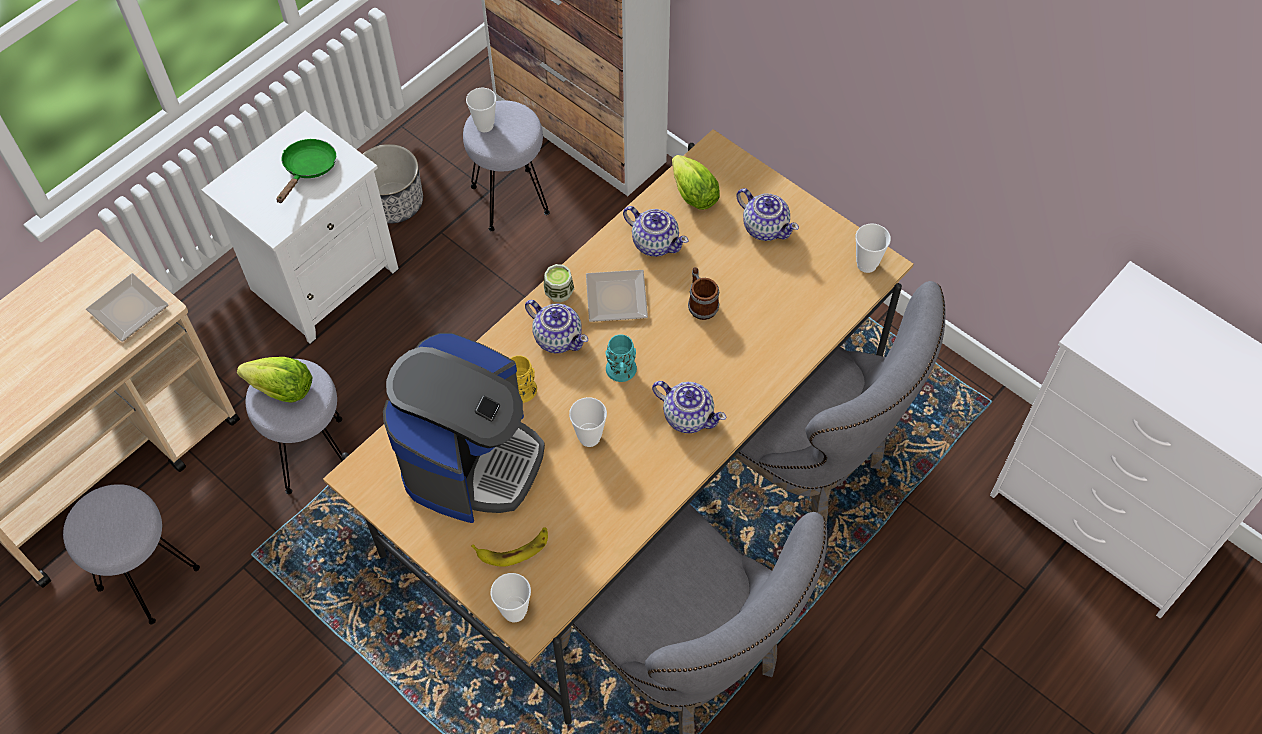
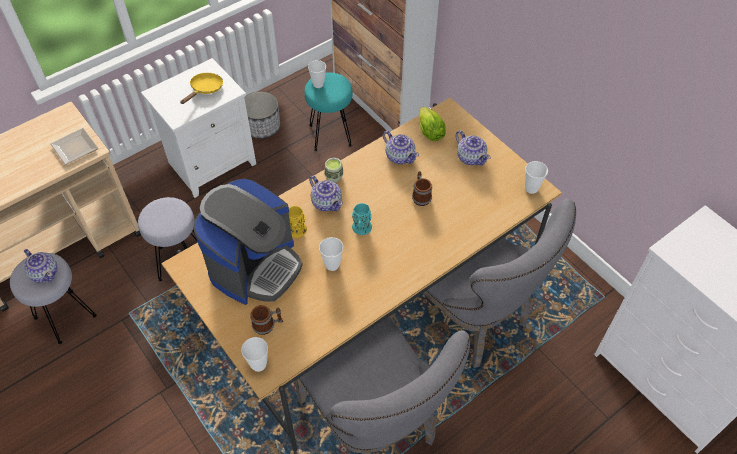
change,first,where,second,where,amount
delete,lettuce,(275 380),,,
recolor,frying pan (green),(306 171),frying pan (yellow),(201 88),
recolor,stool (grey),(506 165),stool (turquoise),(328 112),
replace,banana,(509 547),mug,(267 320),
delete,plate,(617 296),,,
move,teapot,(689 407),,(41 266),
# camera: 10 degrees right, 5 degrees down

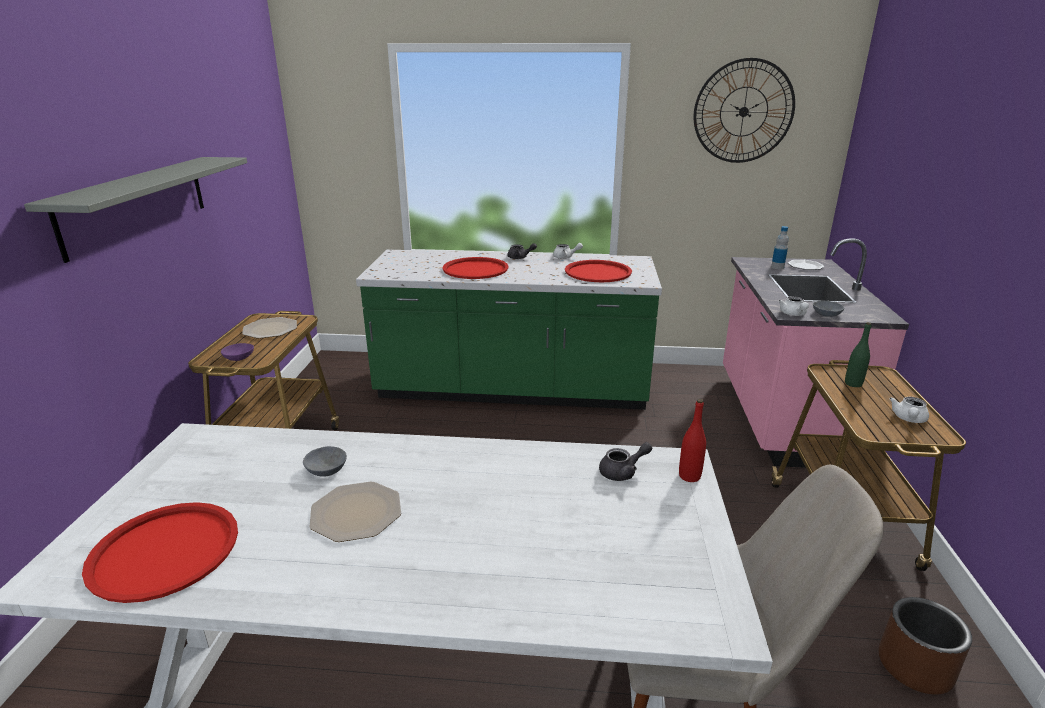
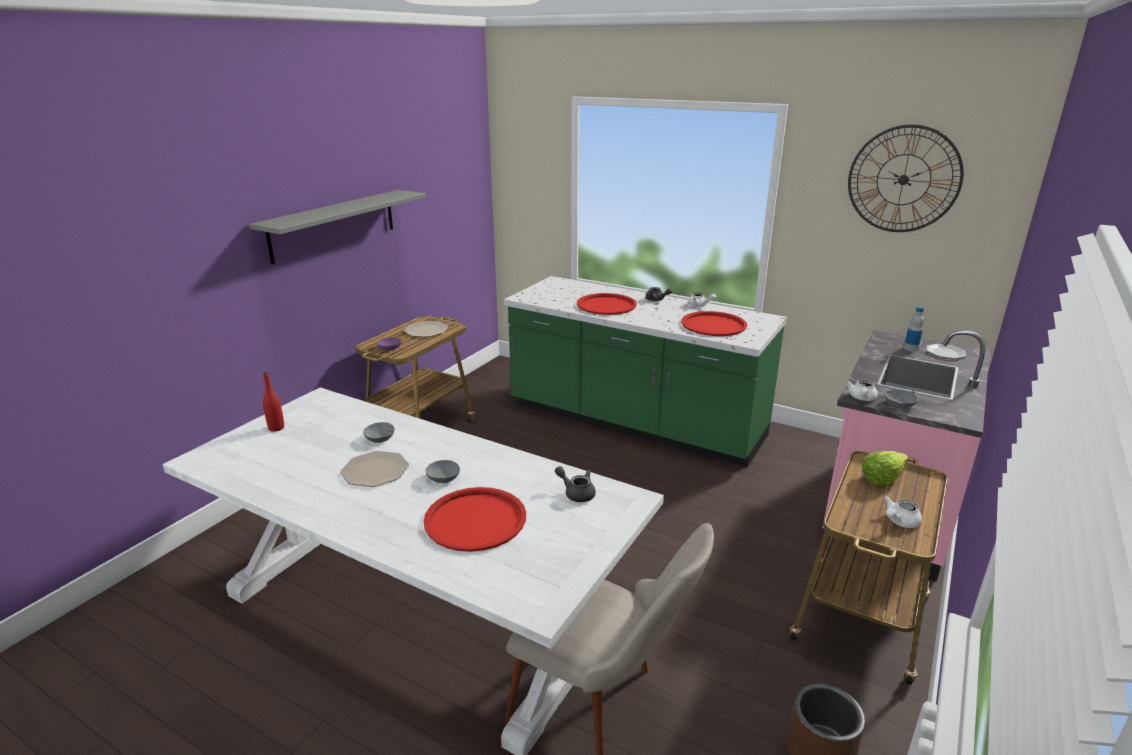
change,first,where,second,where,amount
move,tray (red),(160 552),,(474 519),
rotate,teapot (grey),(625 461),,(575 484),150 degrees counterclockwise
move,bottle (red),(692 440),,(273 402),
replace,bottle (green),(858 354),lettuce,(885 468),
insert,,,bowl (grey),(443 471),
# camera: 25 degrees right, 0 degrees up

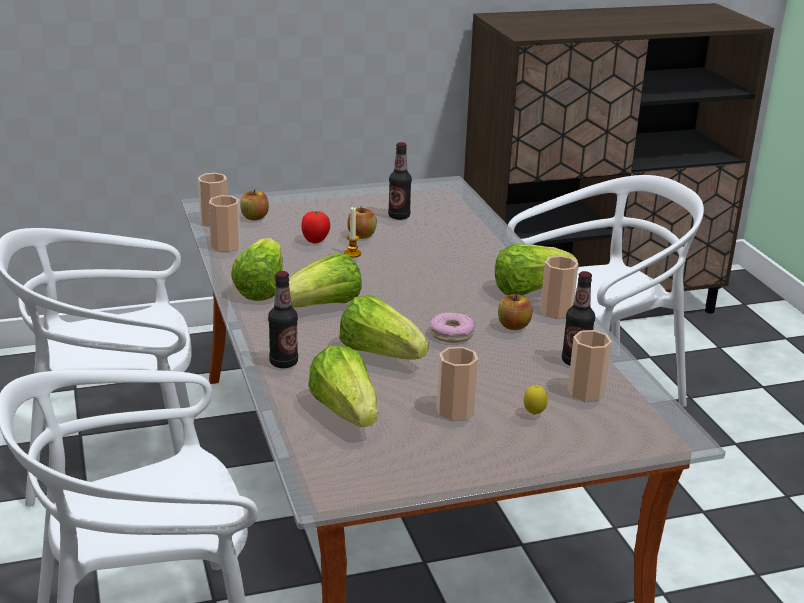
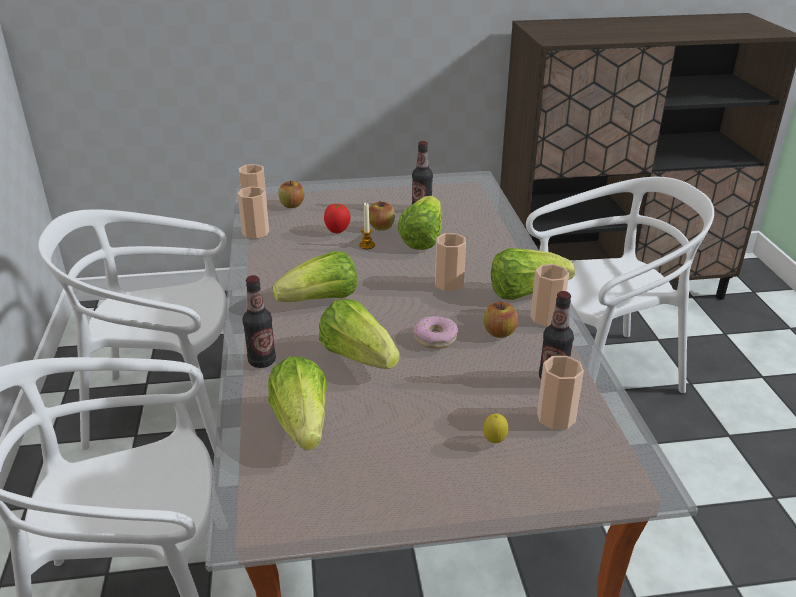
change,first,where,second,where,amount
move,lettuce,(257 269),,(420 223),
move,cup,(457 383),,(450 262),
# camera: 10 degrees right, 5 degrees up

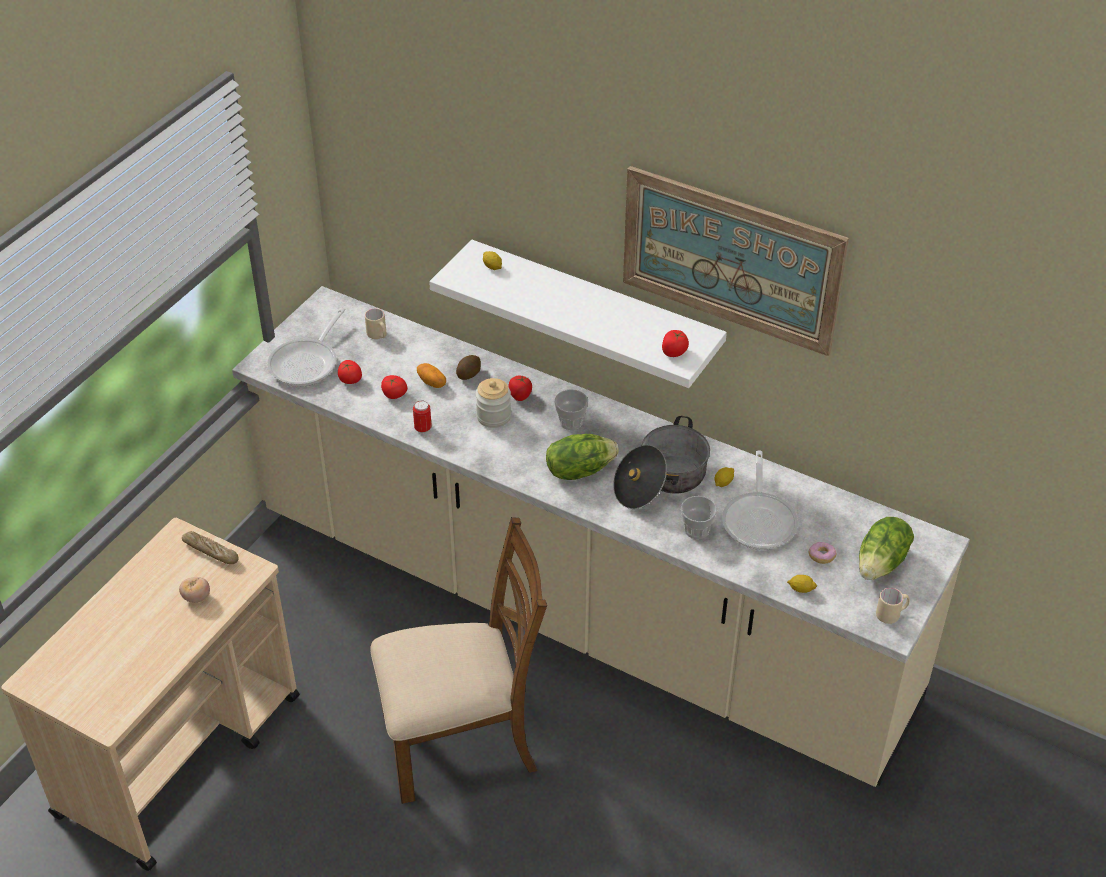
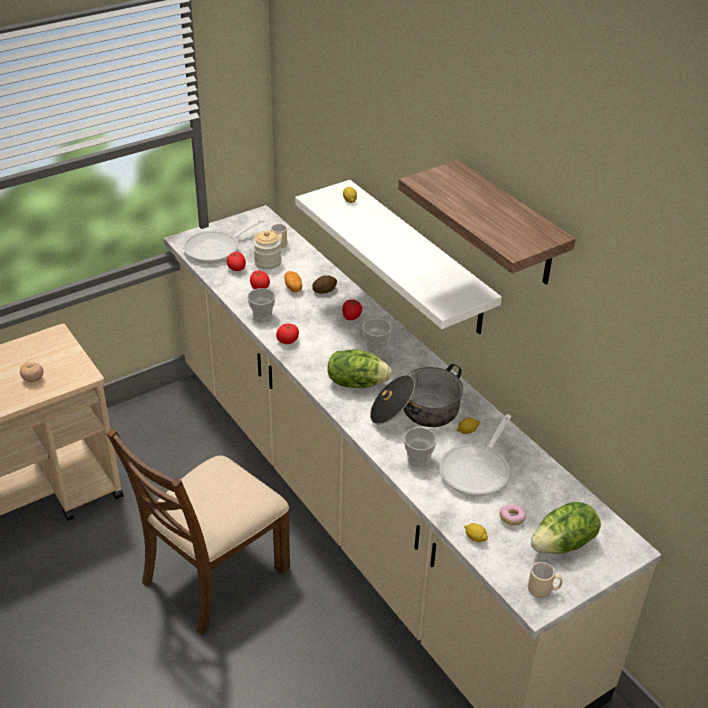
change,first,where,second,where,amount
delete,bread,(210 547),,,
rotate,chair (brown),(458 660),,(198 531),120 degrees clockwise
replace,can,(422 417),cup,(261 305),
move,jar,(493 403),,(267 250),
replace,picture,(736 261),shelf,(487 222),
move,tomato,(675 343),,(287 334),
# camera: 25 degrees right, 5 degrees down

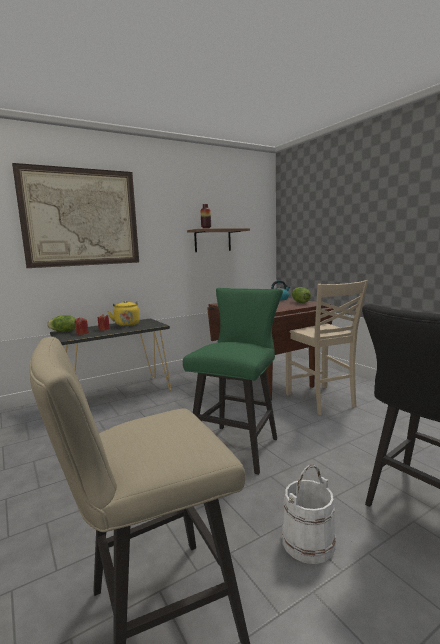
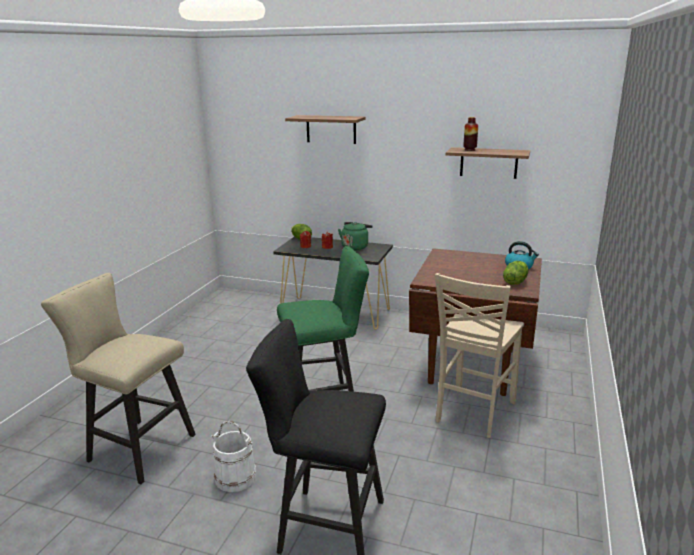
change,first,where,second,where,amount
replace,picture,(75 215),shelf,(325 129),
recolor,kettle (yellow),(124 313),kettle (green),(355 236),
# camera: 50 degrees right, 10 degrees up

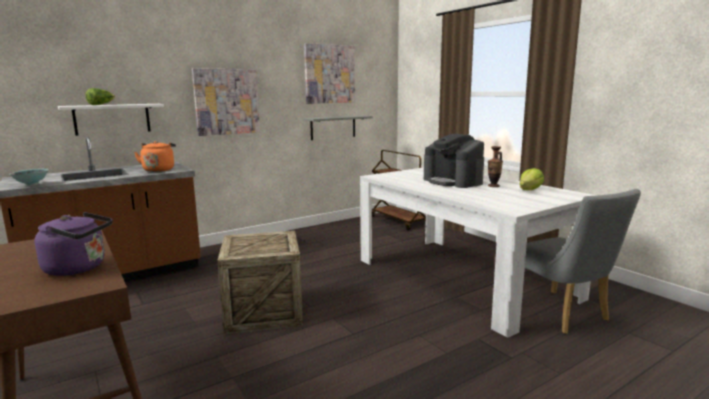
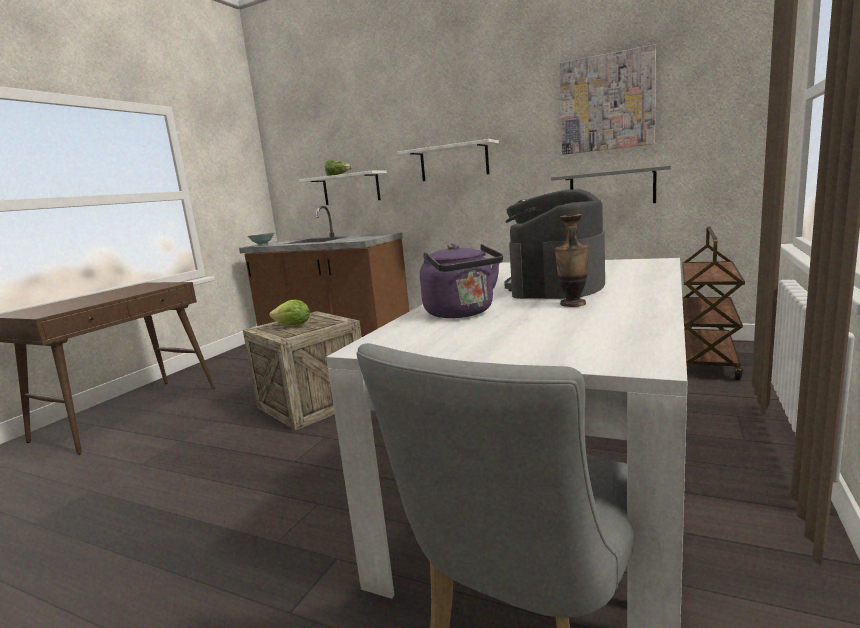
change,first,where,second,where,amount
move,kettle (purple),(73 244),,(461 280),
delete,kettle (orange),(155 156),,,
replace,picture,(226 102),shelf (white),(448 160),
move,lettuce,(531 179),,(289 313),
# camera: 60 degrees right, 0 degrees up

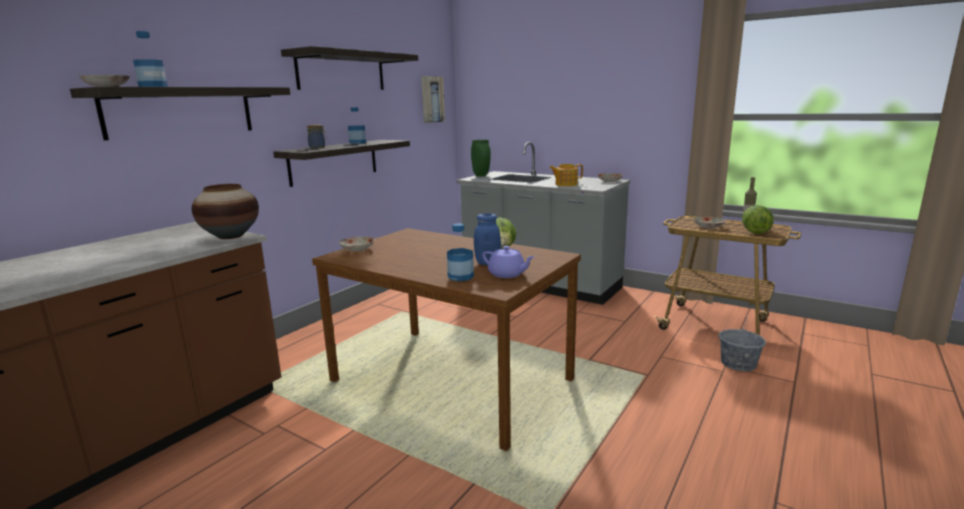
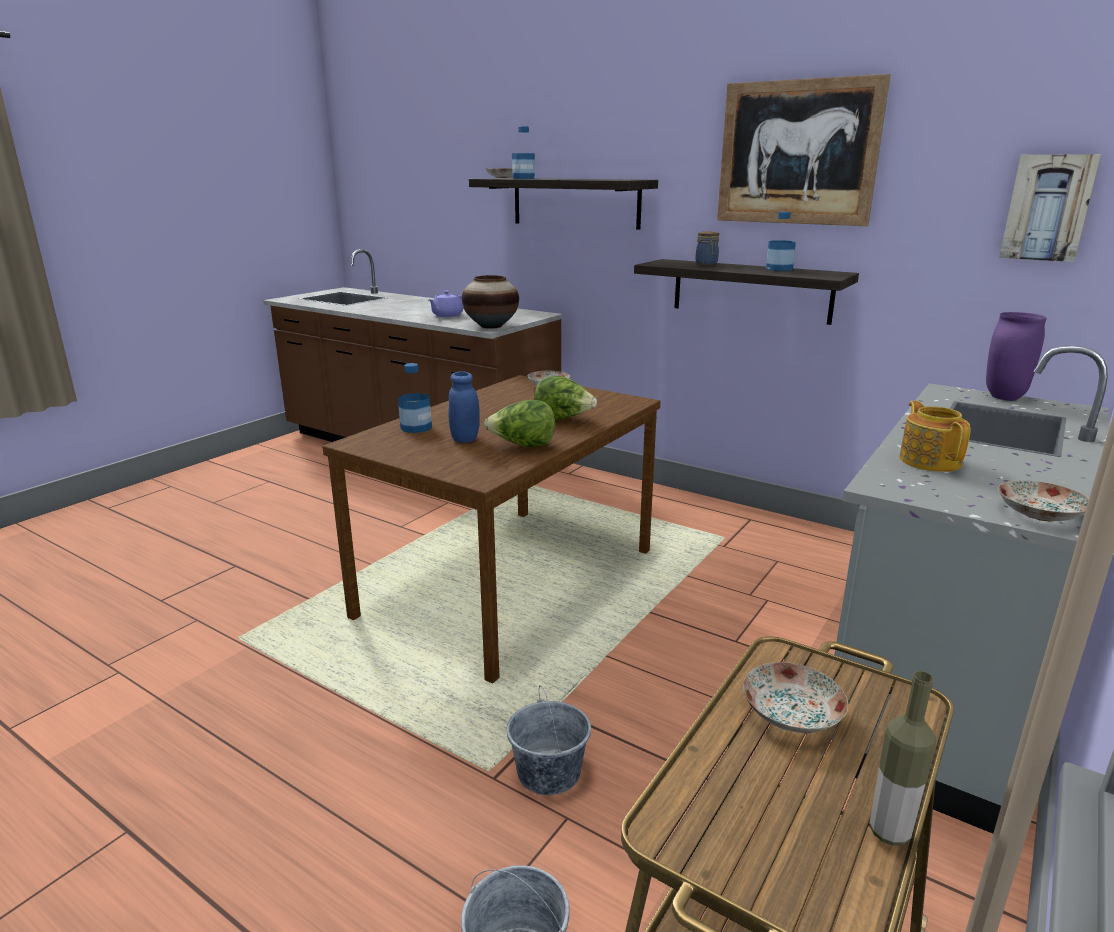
change,first,where,second,where,amount
replace,shelf,(349 68),picture,(804 150),
recolor,vase (green),(481 158),vase (purple),(1016 356),
move,teapot (purple),(508 262),,(446 304),
move,lettuce,(757 219),,(565 398),
insert,,,bucket (grey),(548 740),
# camera: 90 degrees right, 5 degrees up

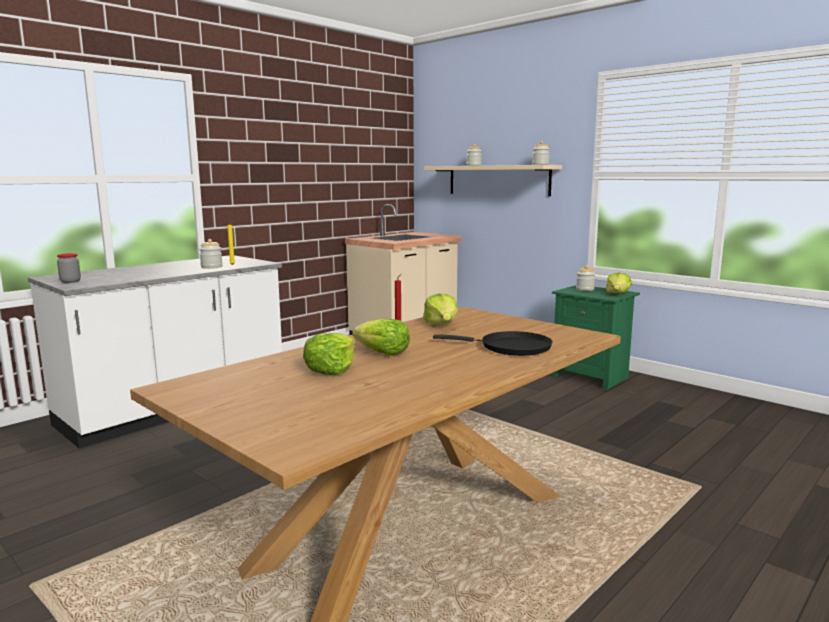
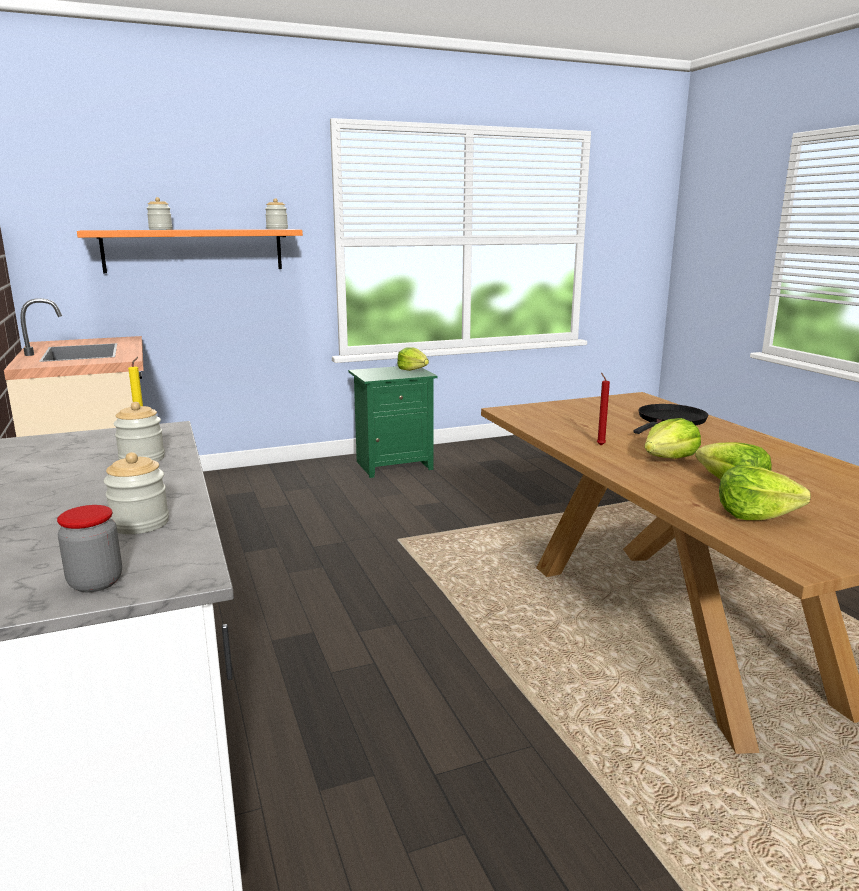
change,first,where,second,where,amount
move,lettuce,(440 309),,(765 492),
recolor,shelf (beige),(493 180),shelf (orange),(190 251),
move,jar,(585 278),,(136 493),
# camera: 65 degrees left, 5 degrees up

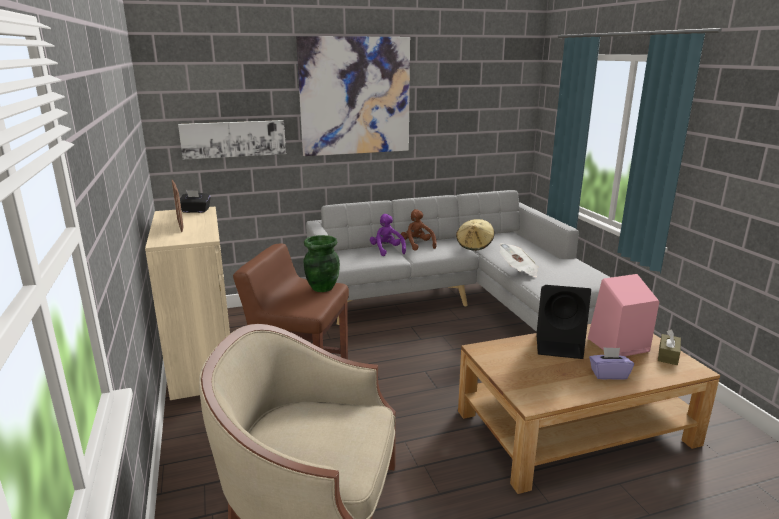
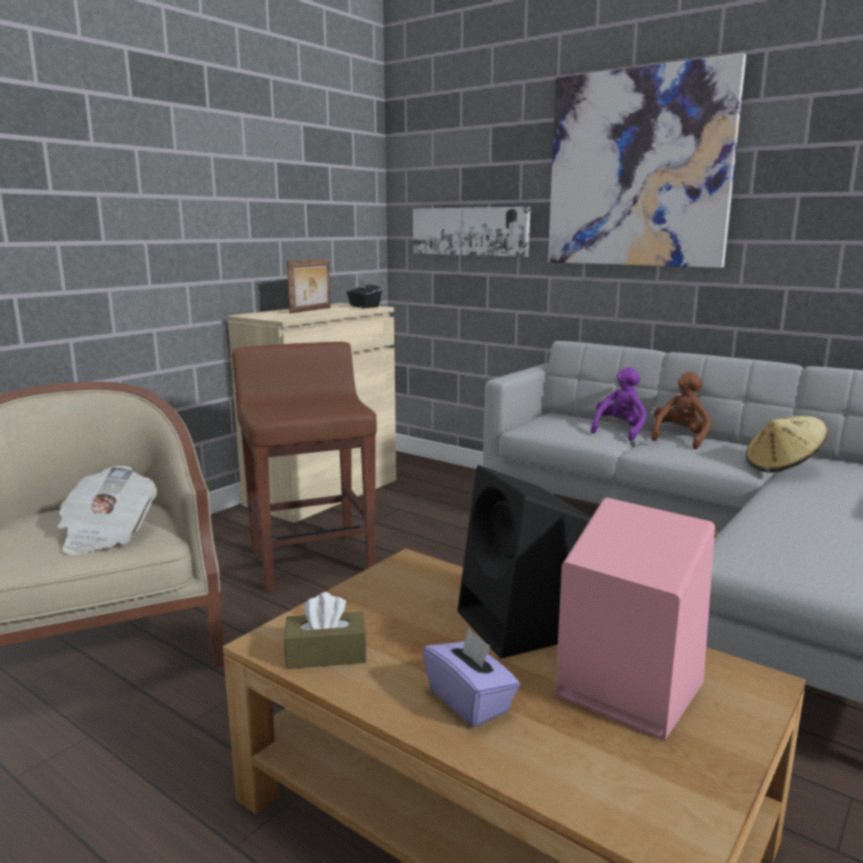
change,first,where,second,where,amount
delete,vase (green),(321 263),,,
move,newspaper,(519 260),,(107 510),
move,tissue box (brown),(669 347),,(325 630),
# camera: 55 degrees right, 5 degrees down

